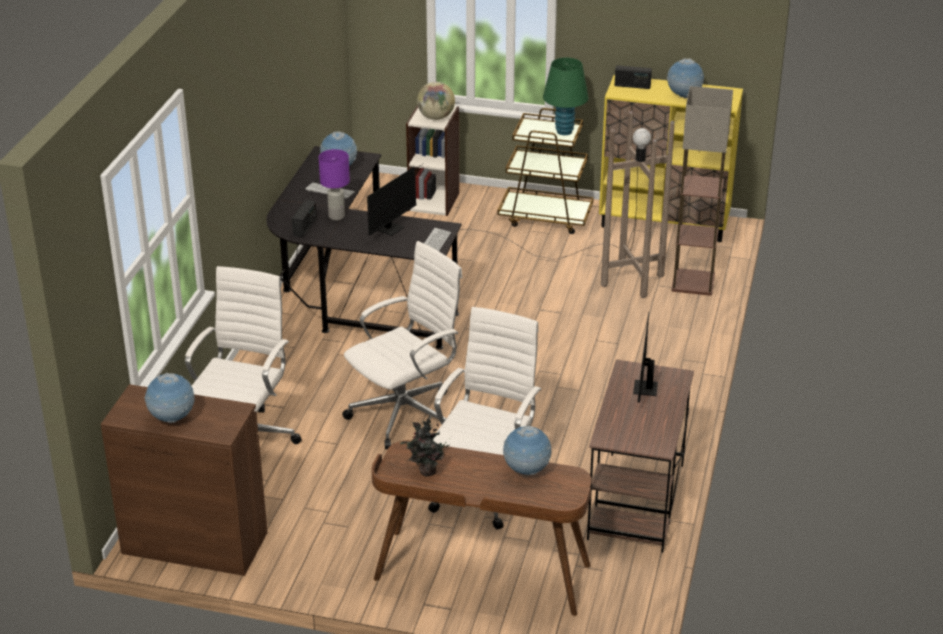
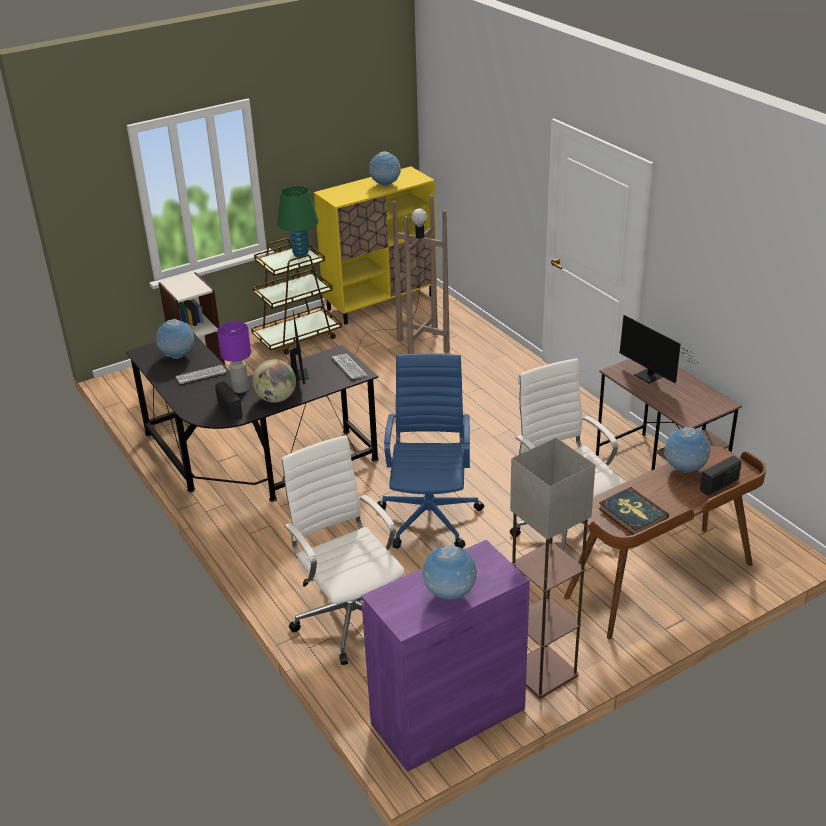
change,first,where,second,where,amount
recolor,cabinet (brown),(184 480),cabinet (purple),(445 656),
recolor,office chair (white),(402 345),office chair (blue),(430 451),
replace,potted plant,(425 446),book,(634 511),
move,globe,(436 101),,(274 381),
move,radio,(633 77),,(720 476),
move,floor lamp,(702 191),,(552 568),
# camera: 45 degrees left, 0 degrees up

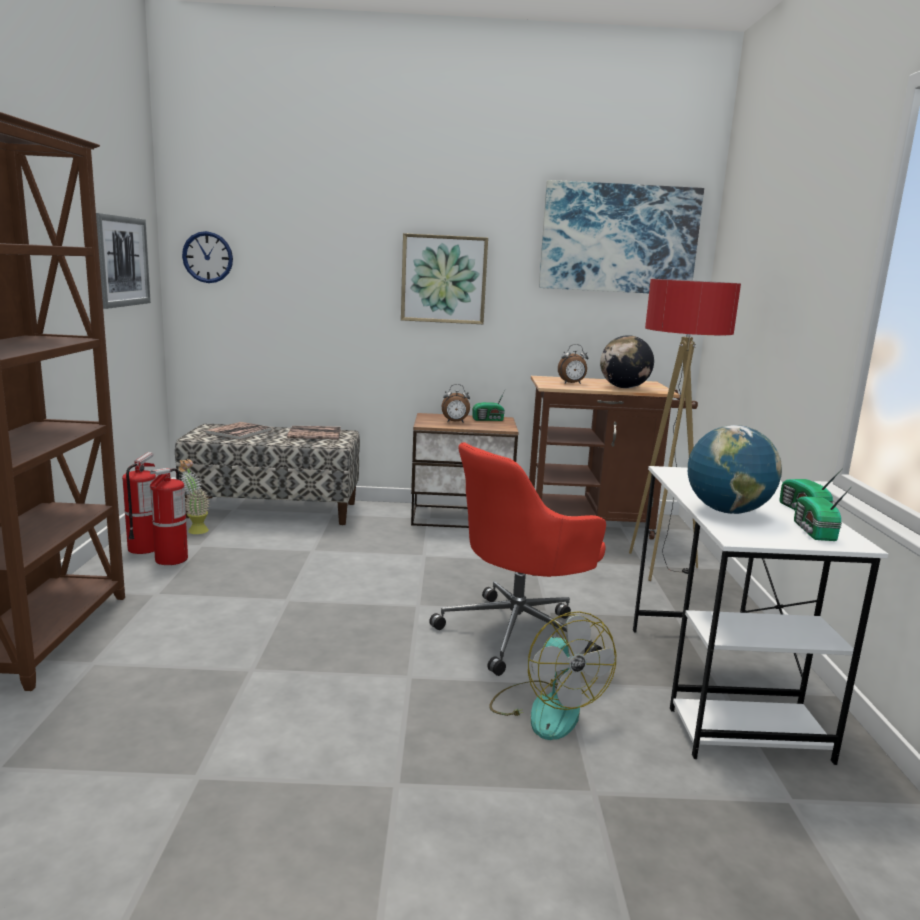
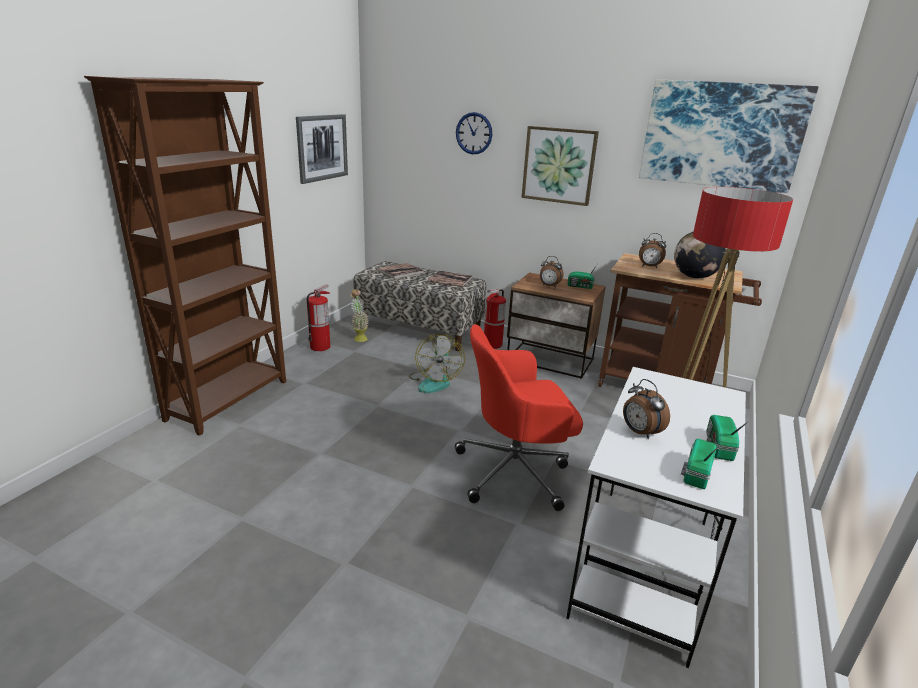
change,first,where,second,where,amount
move,fire extinguisher,(169 516),,(495 319),
move,wall clock,(207 257),,(474 133),
move,fan,(552 675),,(437 363),
replace,globe,(735 469),alarm clock,(646 409),
# camera: 25 degrees right, 10 degrees up

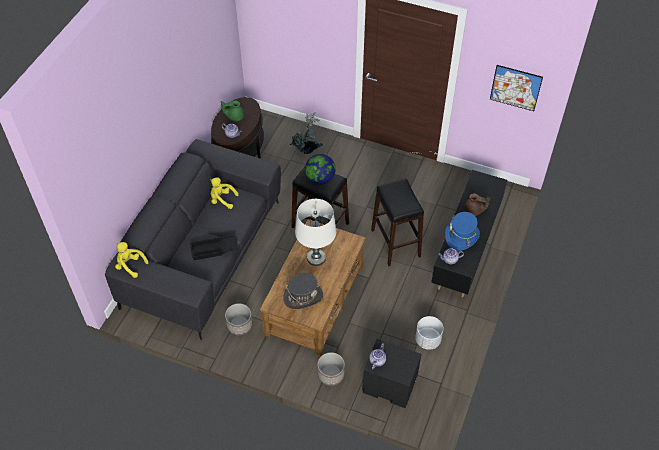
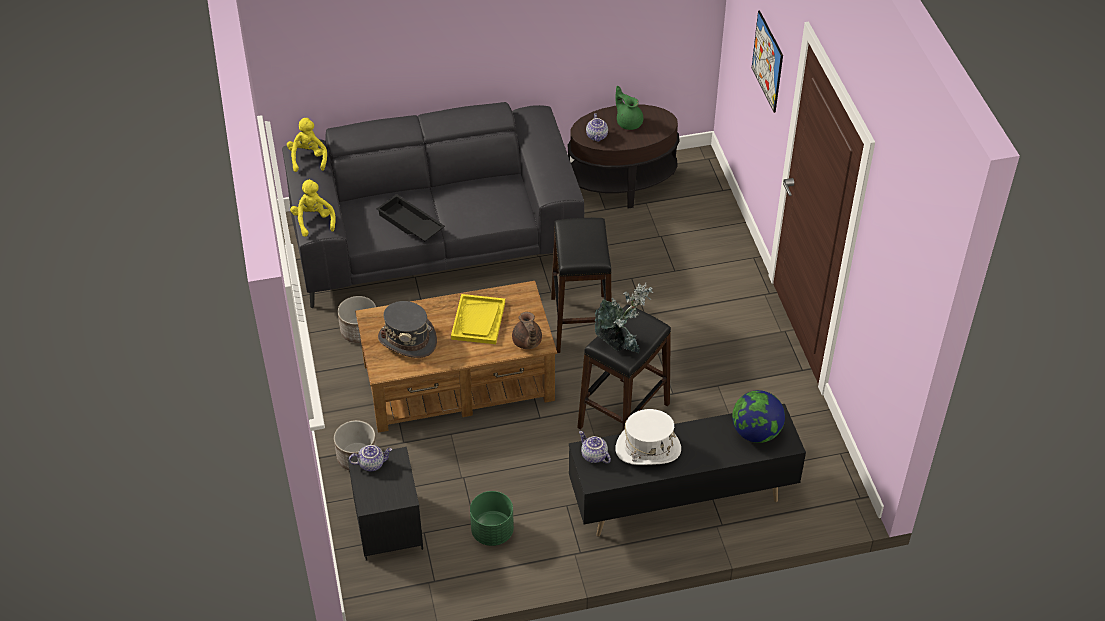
change,first,where,second,where,amount
move,plush toy (yellow),(224 193),,(313 208),
move,potted plant,(306 133),,(624 317),
replace,table lamp (white),(315 232),tray (yellow),(478 319),
move,globe,(320 169),,(758 416),
recolor,planter (white),(429 333),planter (green),(492 518),
recolor,hat (blue),(462 231),hat (white),(648 437),
move,teapot (brown),(477 204),,(527 330),
move,picture,(516 88),,(767 62),
# camera: 55 degrees right, 5 degrees down

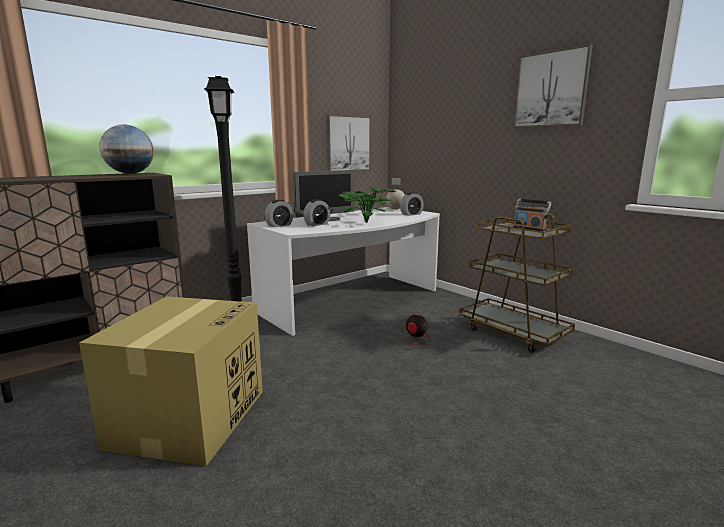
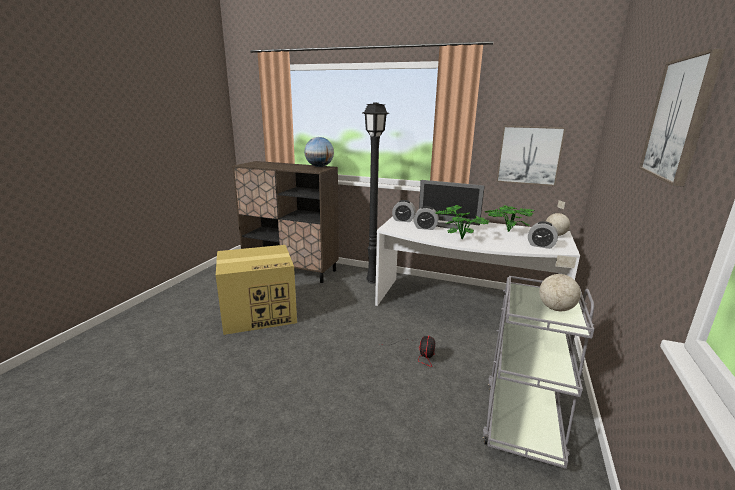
change,first,where,second,where,amount
recolor,cart (brown),(517 283),cart (grey),(538 372),
replace,radio,(532 215),globe,(560 283),
# camera: 60 degrees right, 5 degrees up

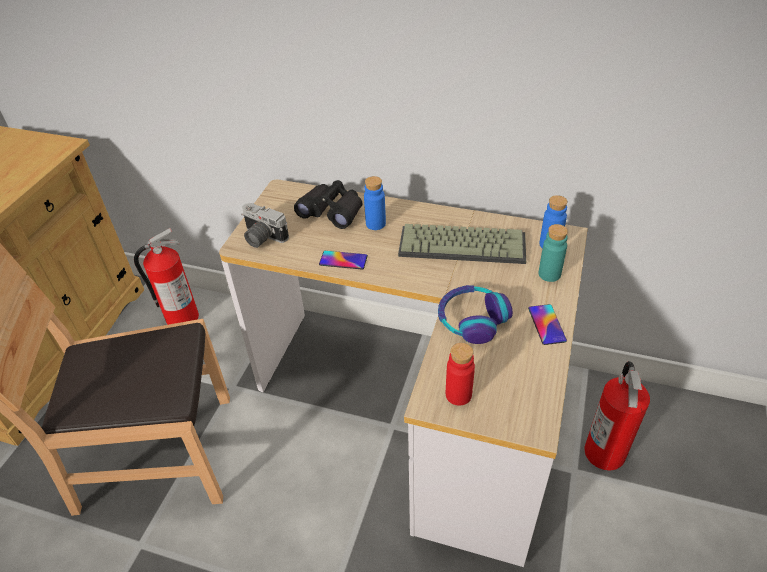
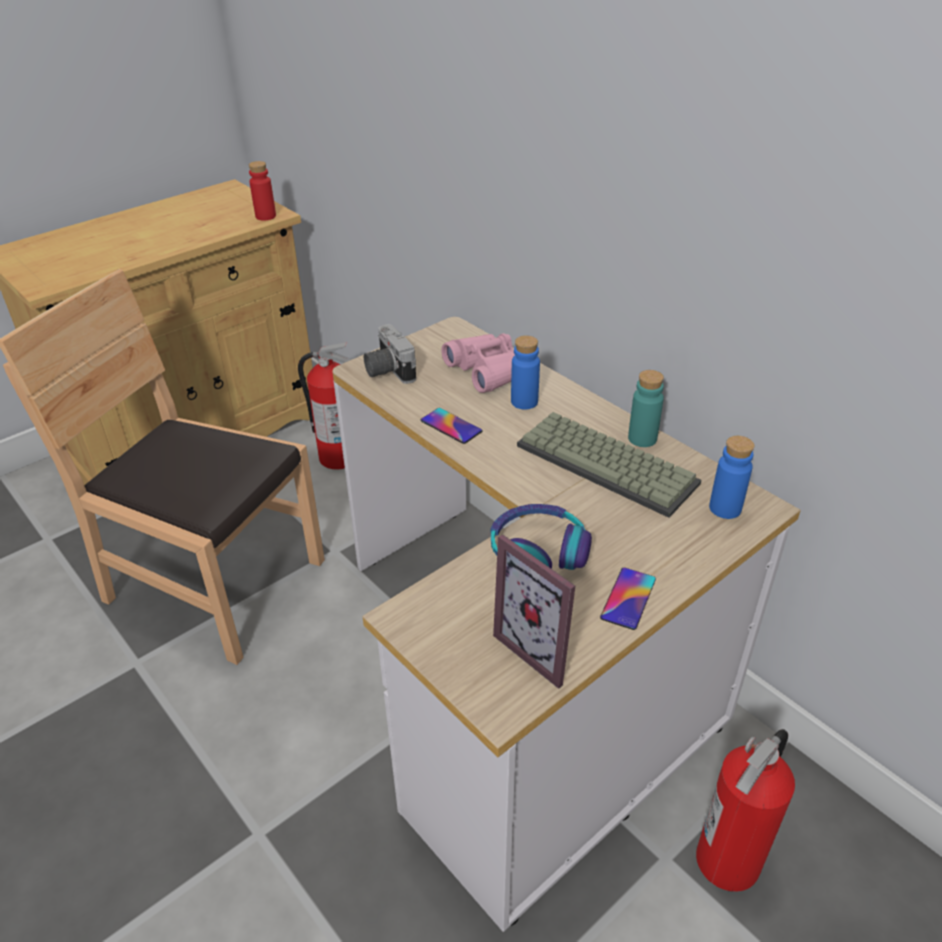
change,first,where,second,where,amount
recolor,binoculars (black),(328 204),binoculars (pink),(478 363),
move,bottle (red),(460 374),,(262 190),
move,bottle (turquoise),(553 253),,(646 408),
insert,,,picture frame,(534 611),
# camera: 30 degrees right, 5 degrees down

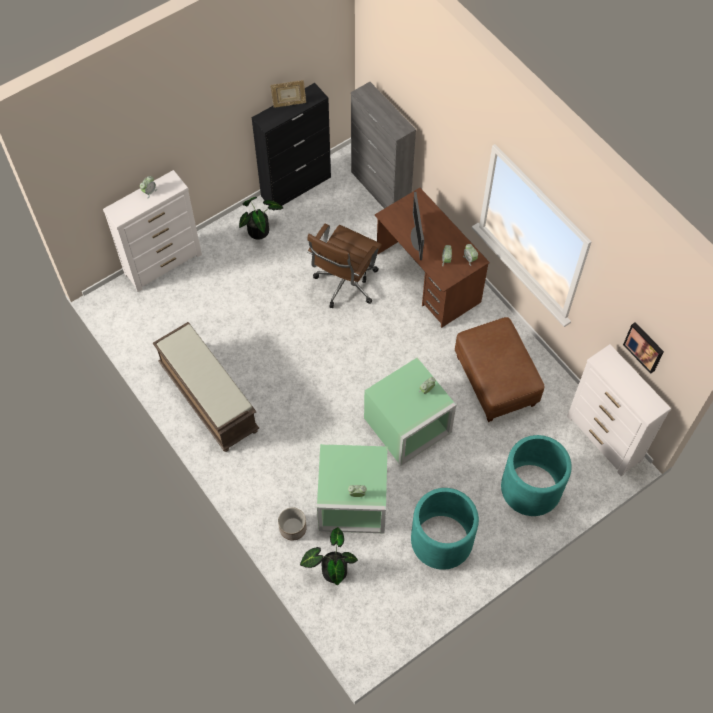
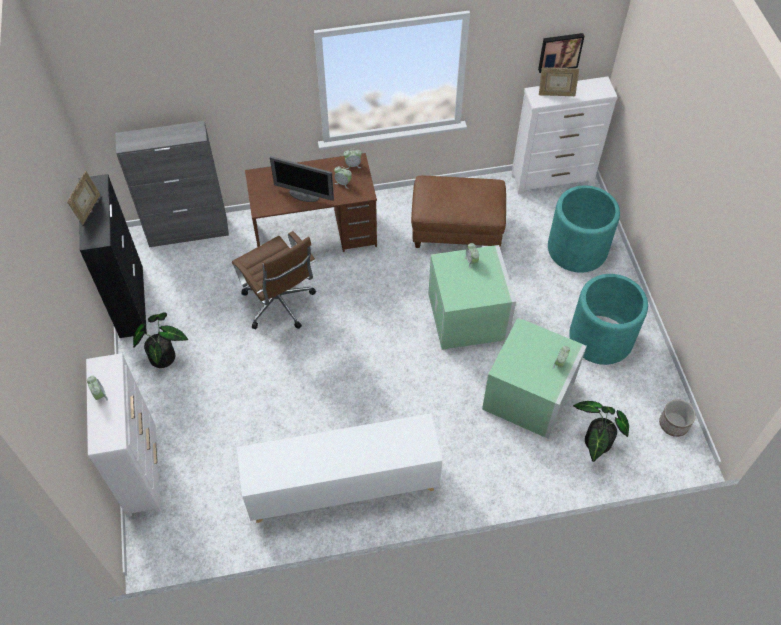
change,first,where,second,where,amount
replace,bench (brown),(206 387),cabinet (white),(340 468),
move,planter,(292 524),,(677 418),
insert,,,picture frame,(559 81),
# camera: 65 degrees left, 5 degrees down

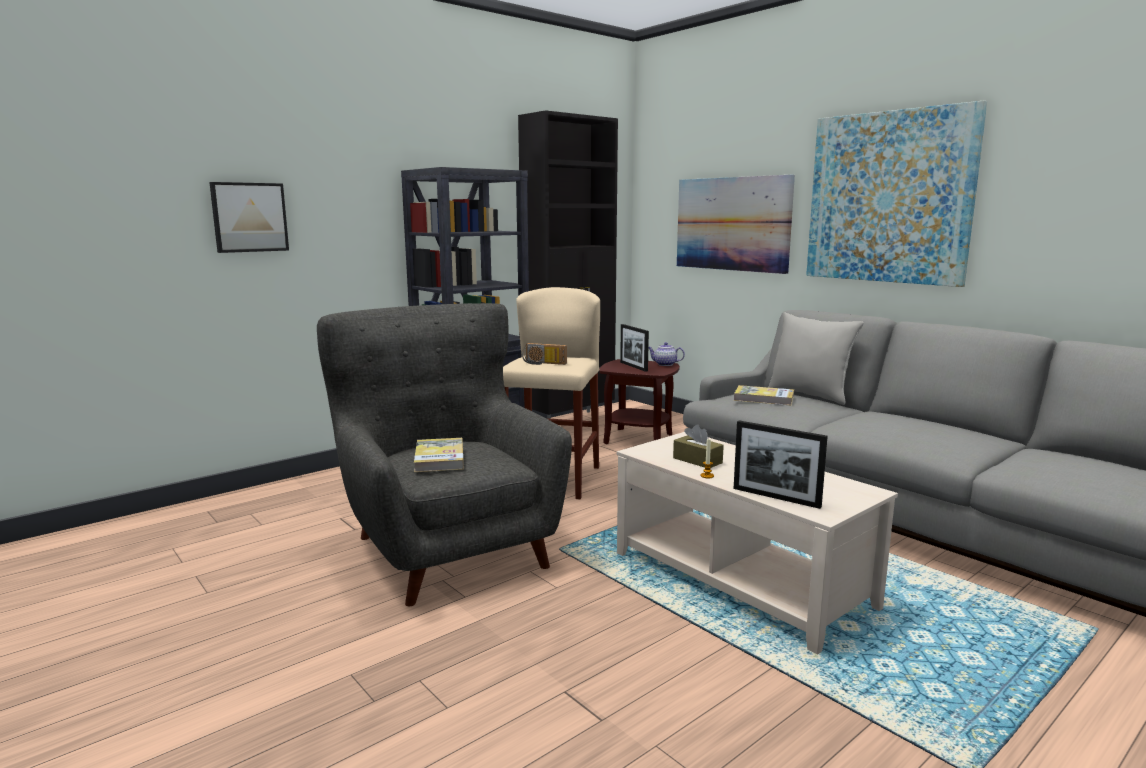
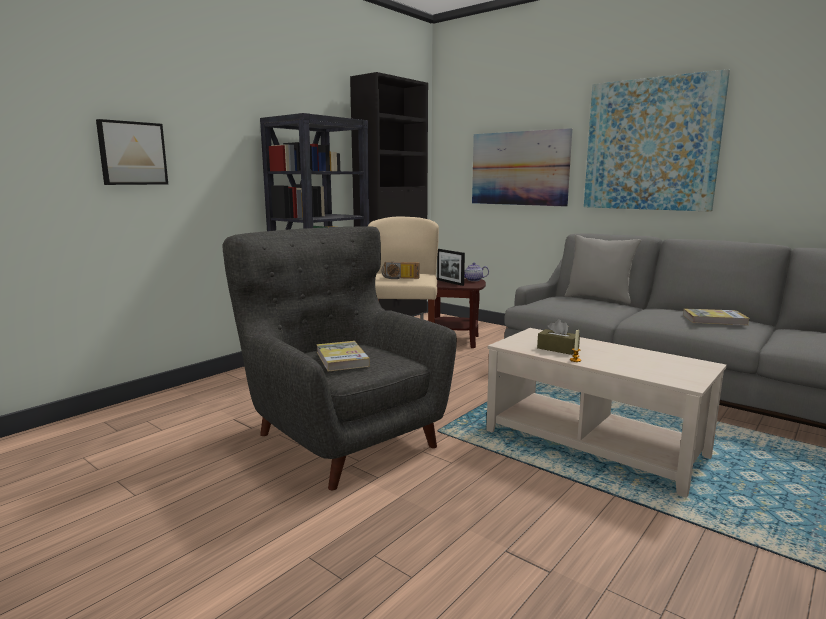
change,first,where,second,where,amount
move,book,(764 395),,(716 317),
delete,picture frame,(781 464),,,
# camera: 10 degrees left, 0 degrees up

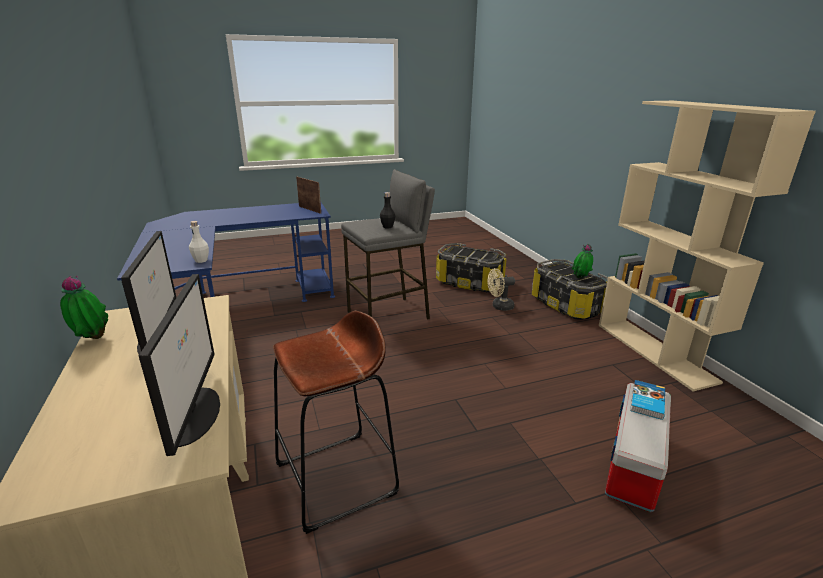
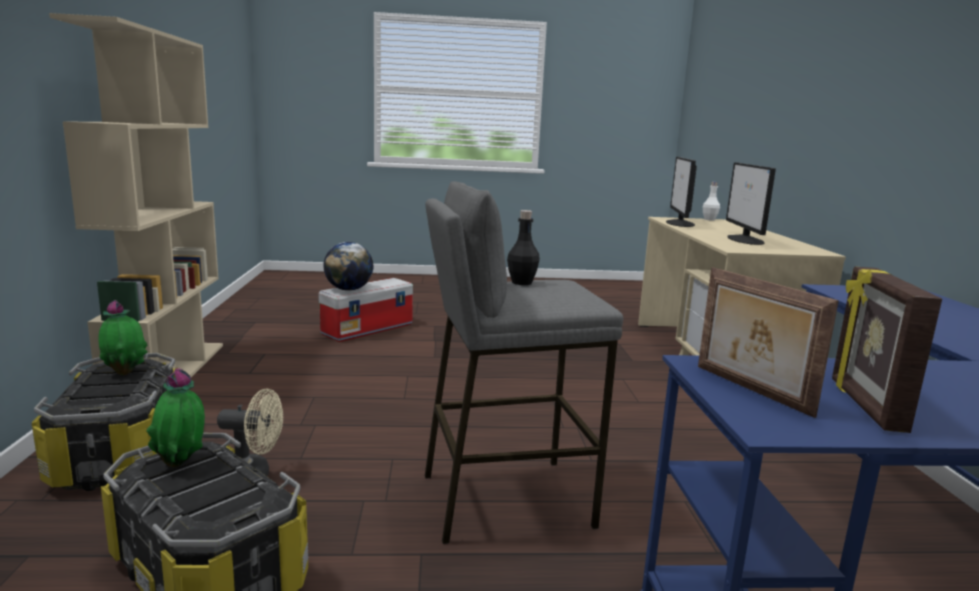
change,first,where,second,where,amount
move,potted plant,(84 307),,(175 417),
move,bottle (white),(199 242),,(711 201),
delete,stool (brown),(336 422),,,
replace,book,(647 400),globe,(348 266),
insert,,,picture frame,(887 350),
# camera: 165 degrees left, 10 degrees down

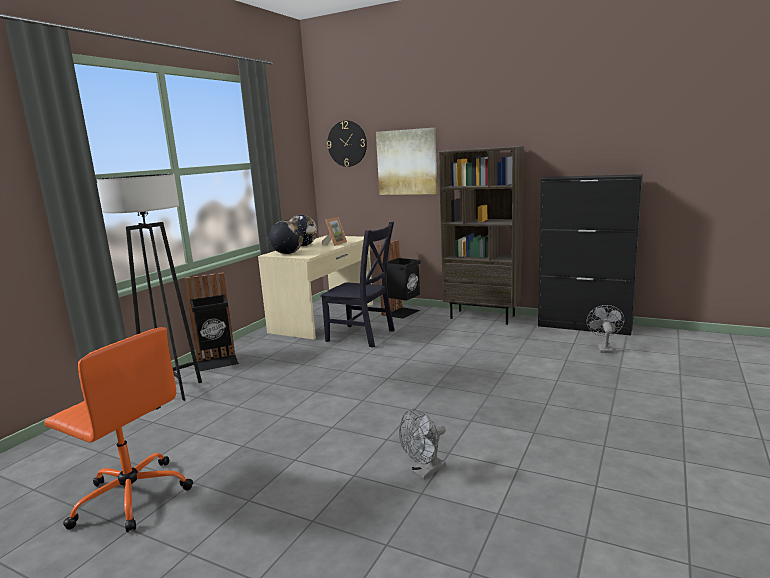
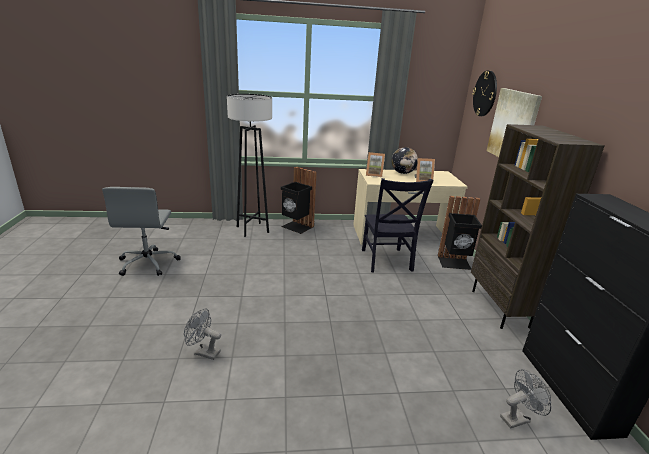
change,first,where,second,where,amount
recolor,office chair (orange),(118 430),office chair (grey),(141 231),
replace,globe,(286 237),picture frame,(375 164),
# camera: 55 degrees right, 10 degrees up

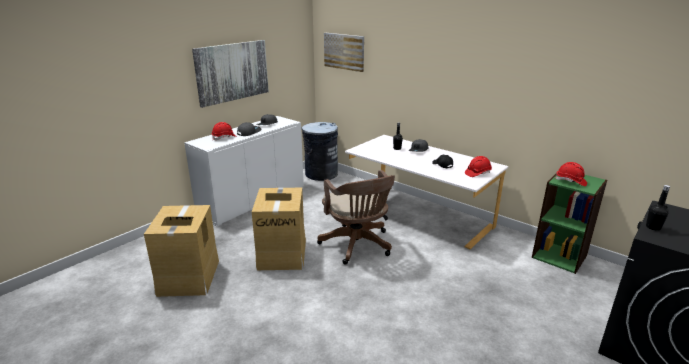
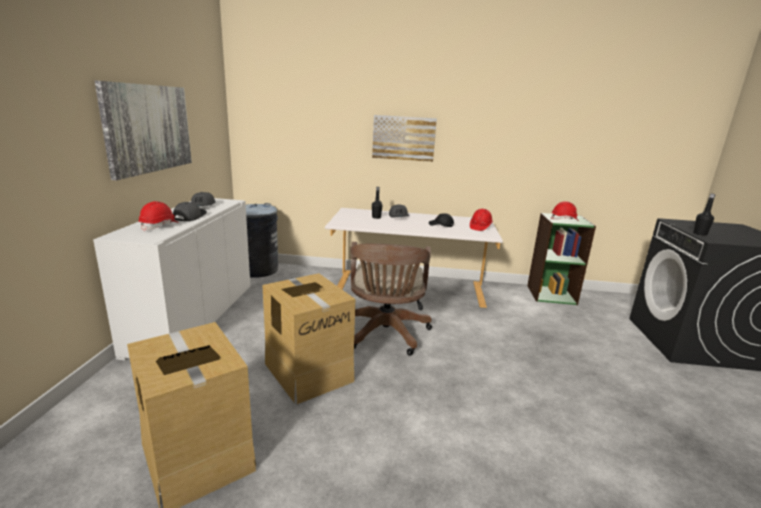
change,first,where,second,where,amount
rotate,office chair (brown),(356 217),,(391 299),60 degrees clockwise
move,picture,(344 52),,(404 138),
# camera: 35 degrees left, 5 degrees down

